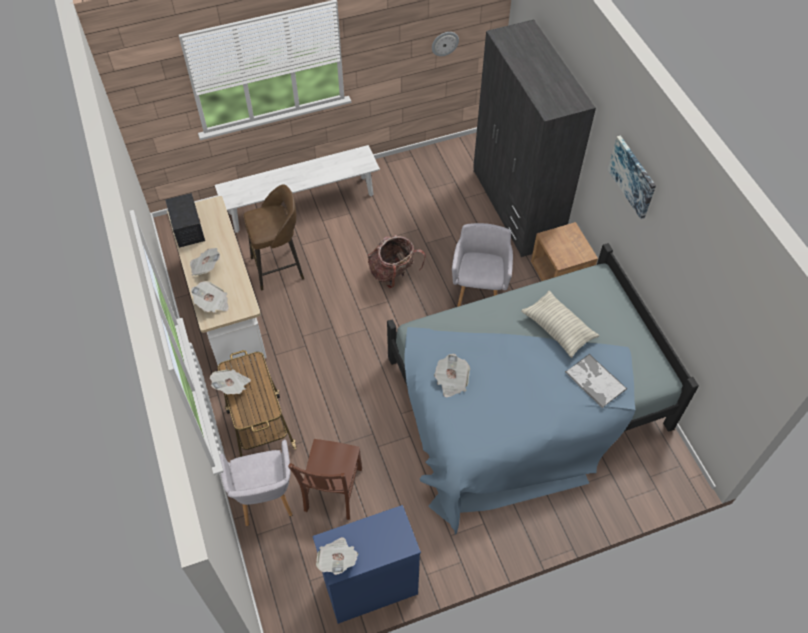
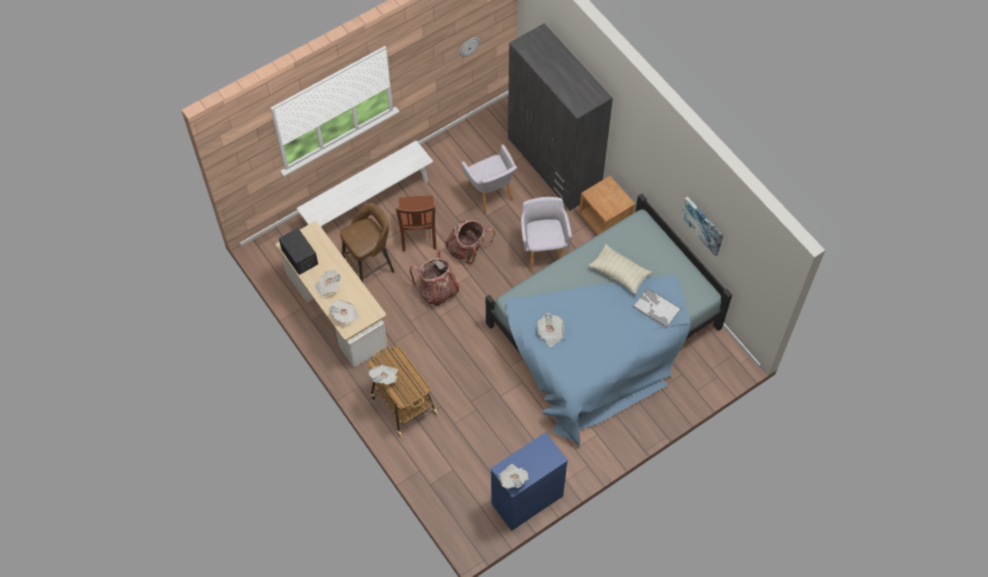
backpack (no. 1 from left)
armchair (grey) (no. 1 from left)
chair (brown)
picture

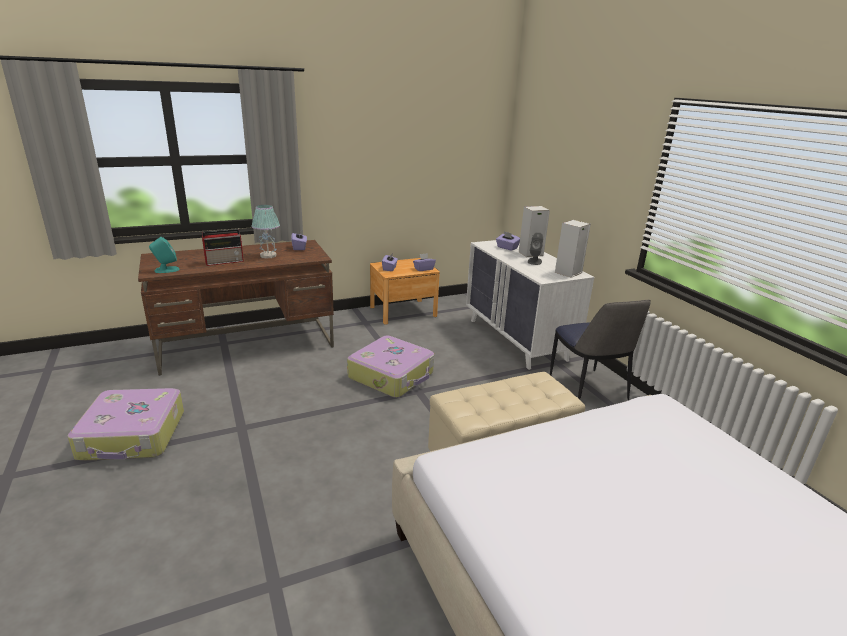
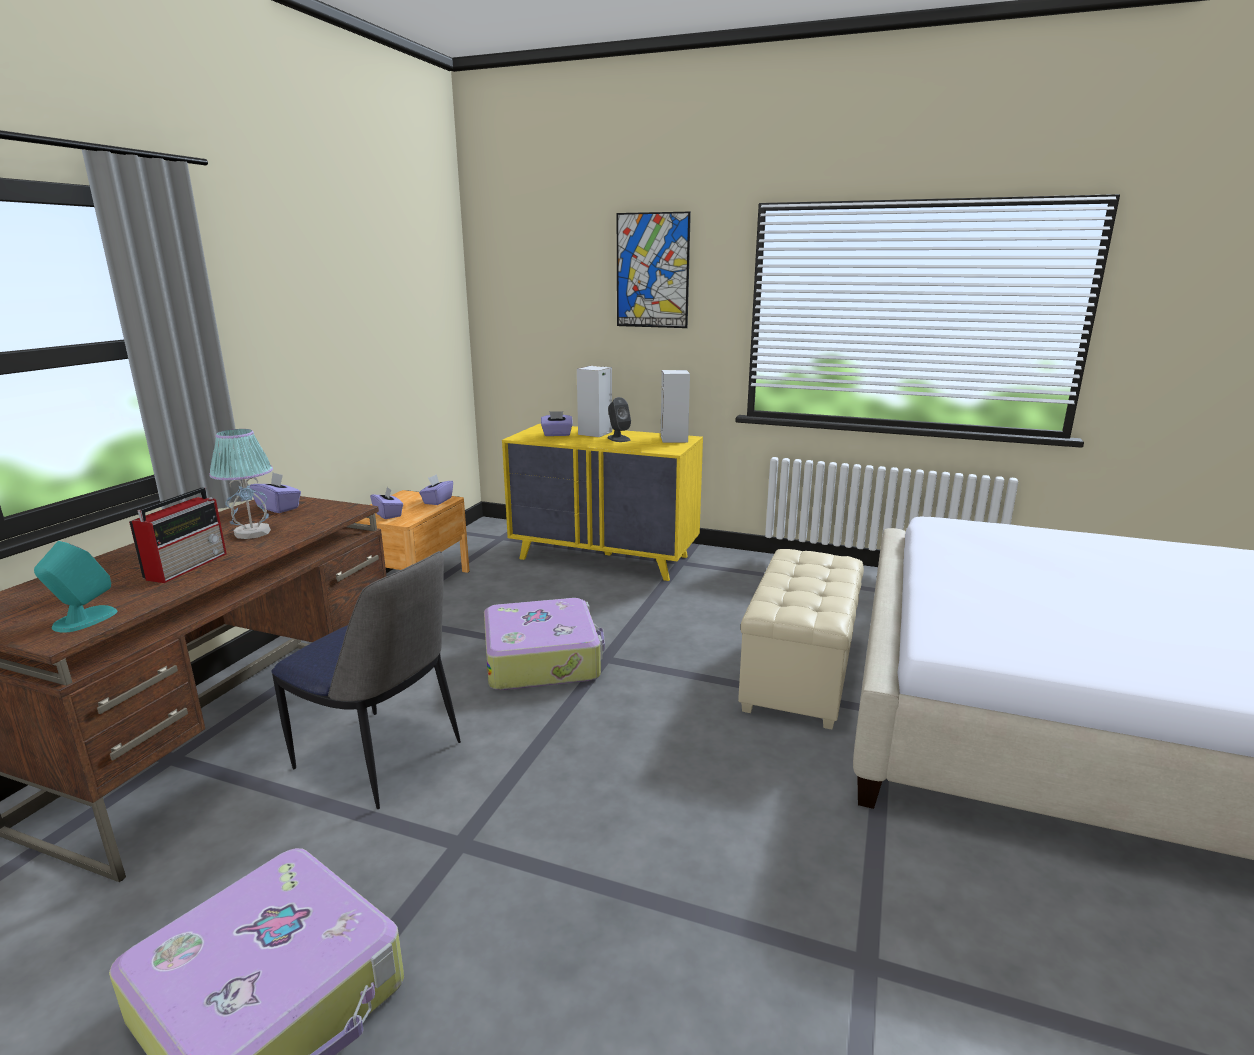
picture
chair
dresser (yellow)

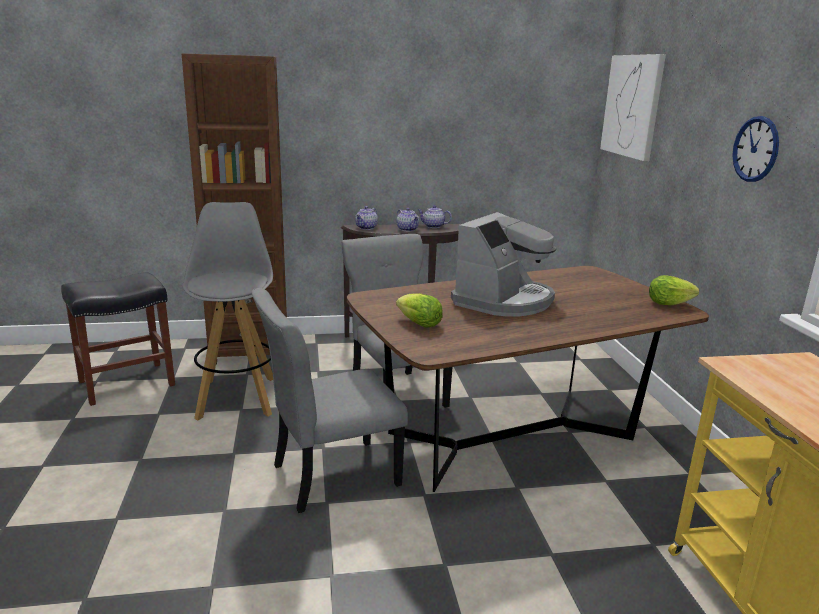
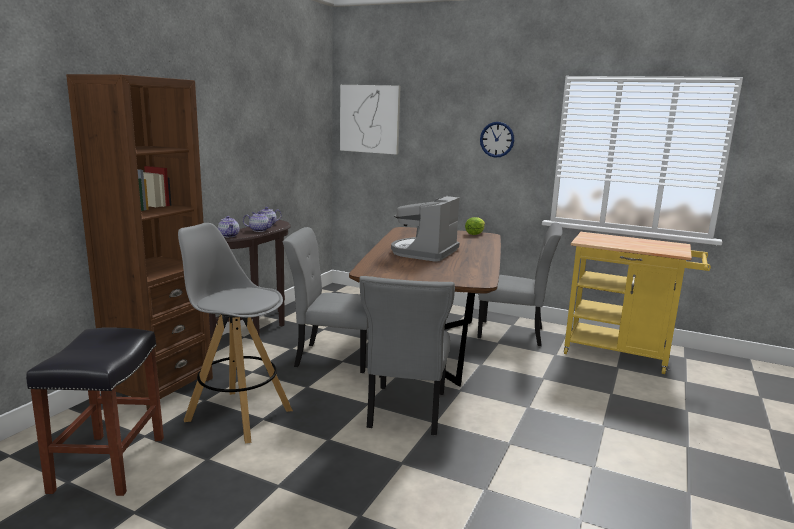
lettuce (no. 1 from left in the first image)
chair (grey) (no. 3 from left)
coffee machine

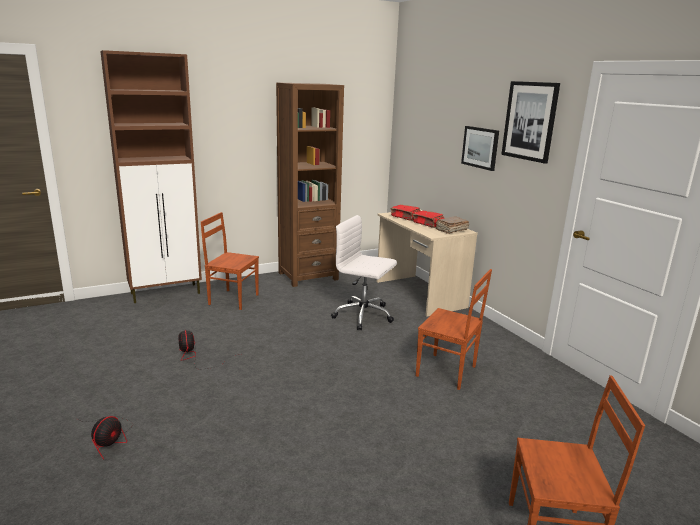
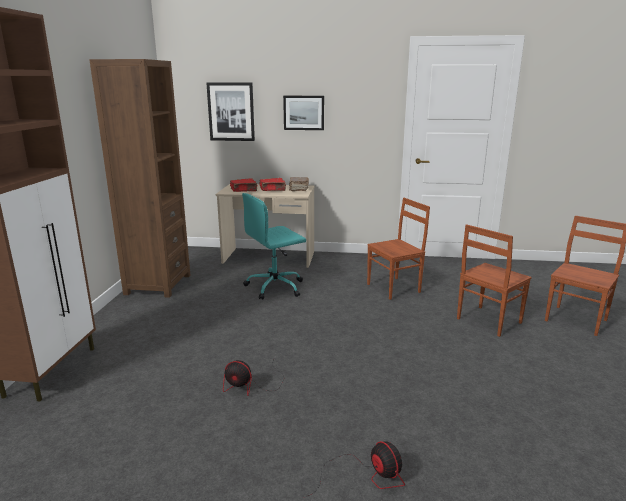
chair (brown) (no. 2 from left)
picture (no. 1 from left)
office chair (turquoise)

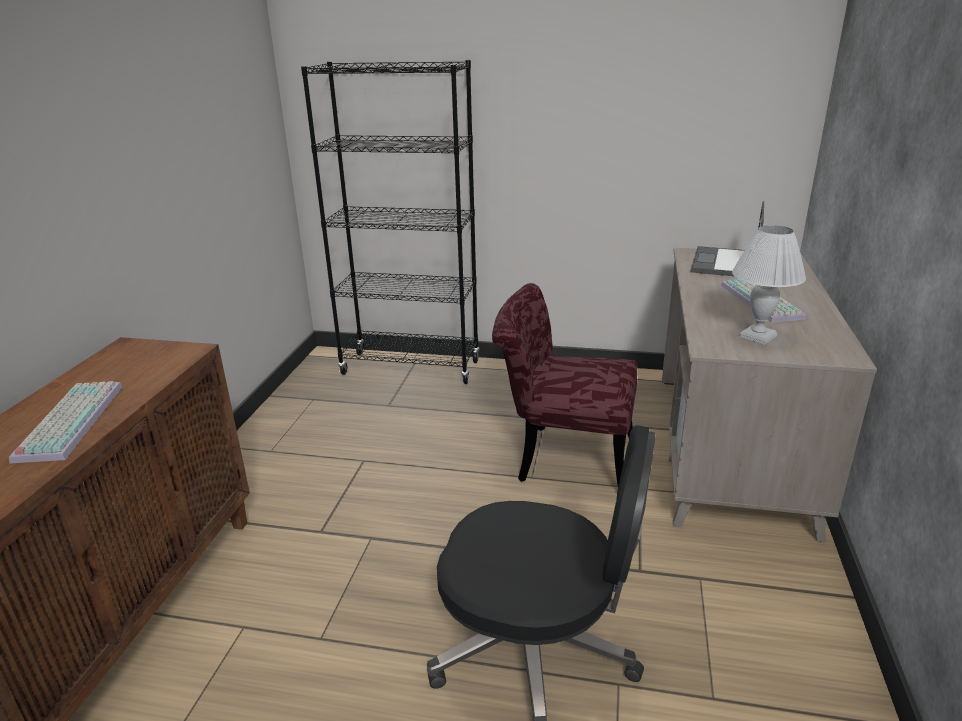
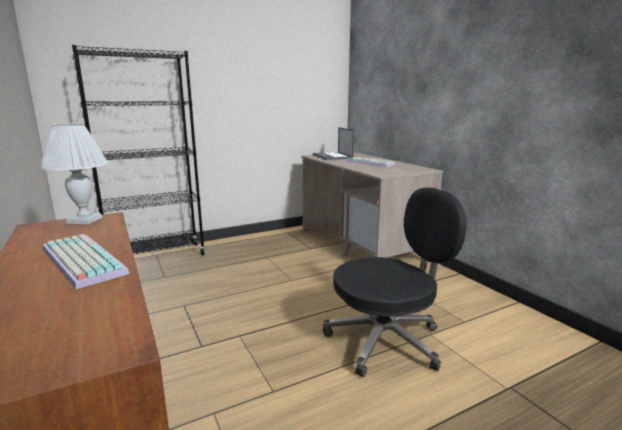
chair (red)
table lamp (white)

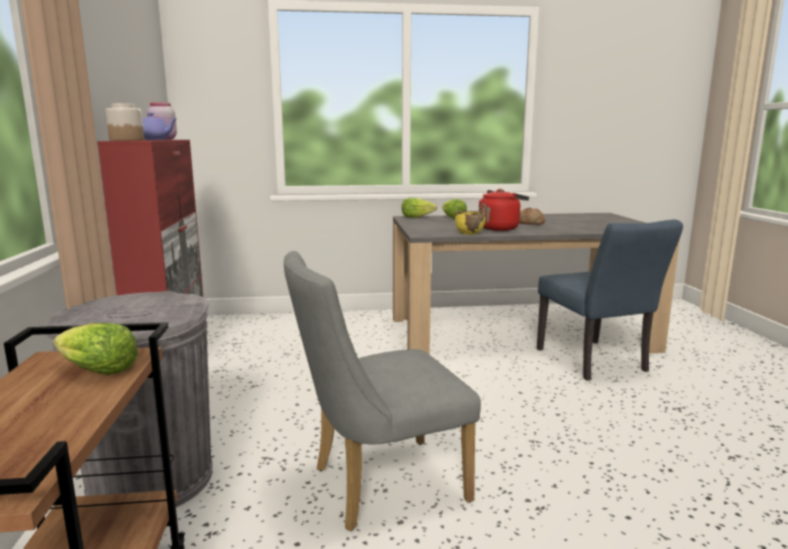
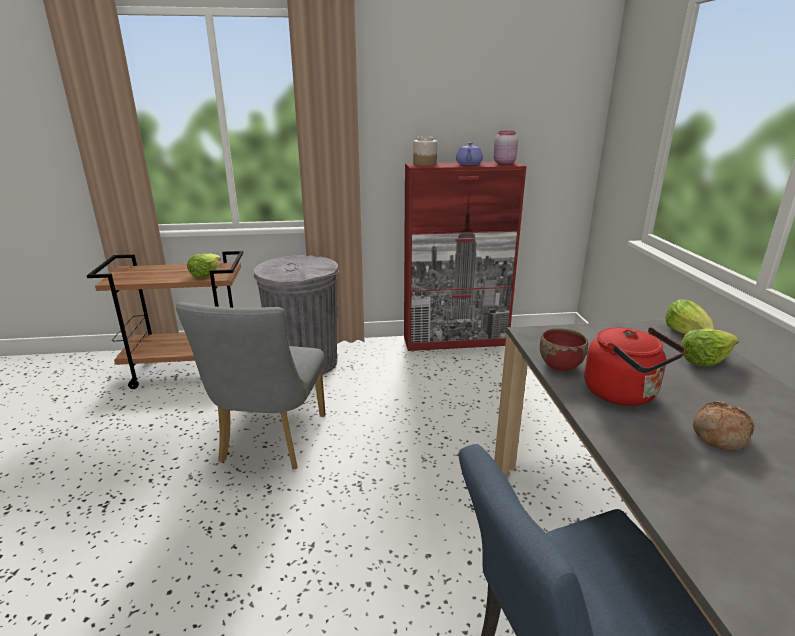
bowl (red)
chair (grey)

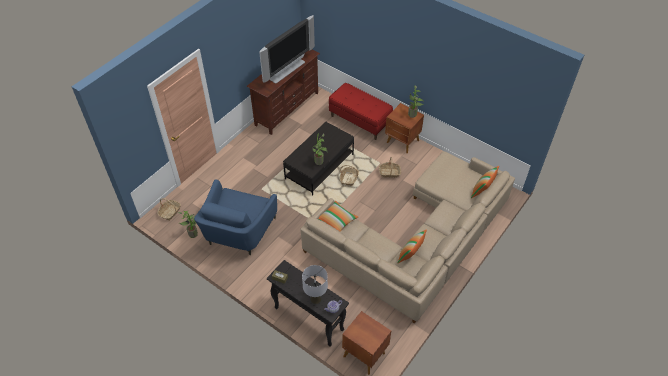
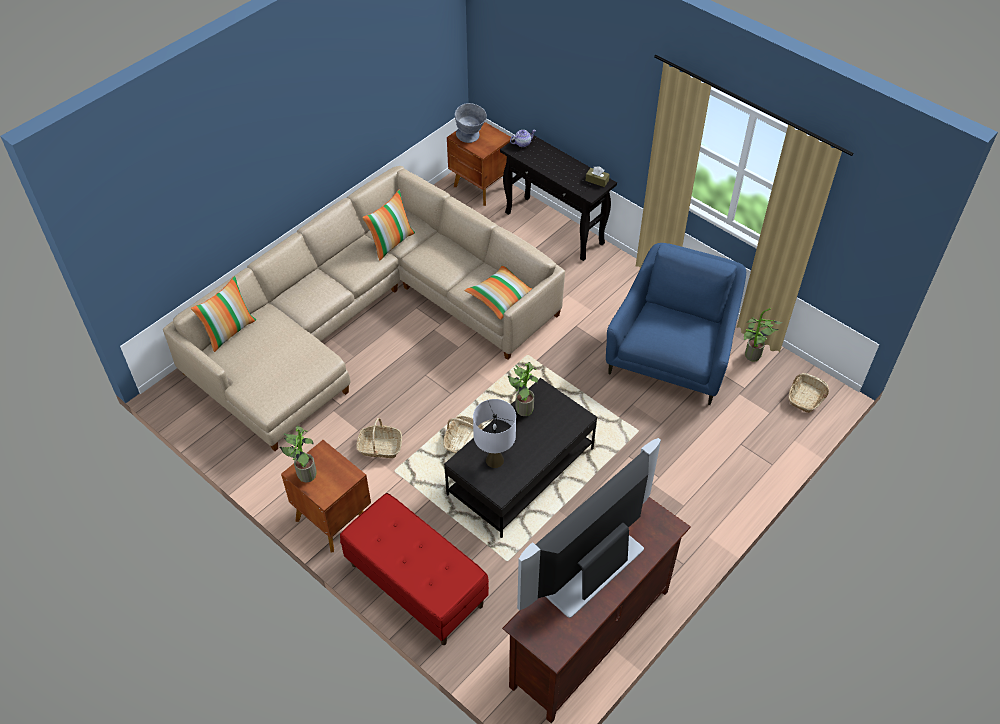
bowl (grey)
table lamp (grey)

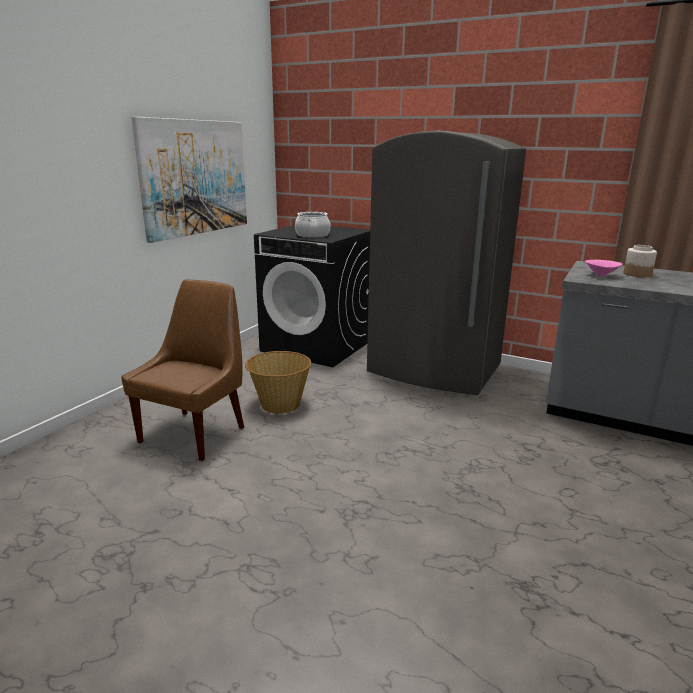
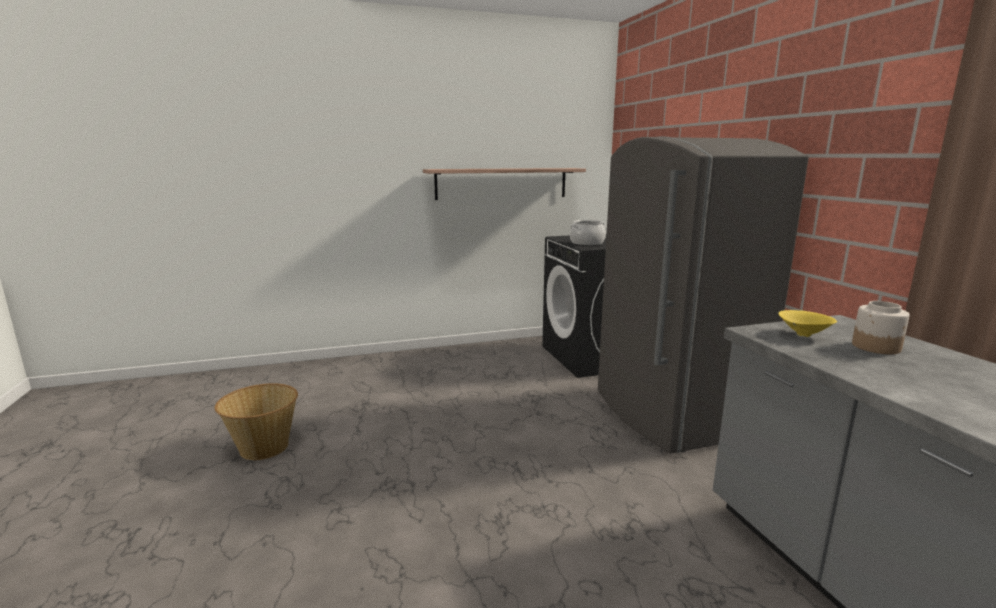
chair (brown)
basket
shelf
bowl (yellow)

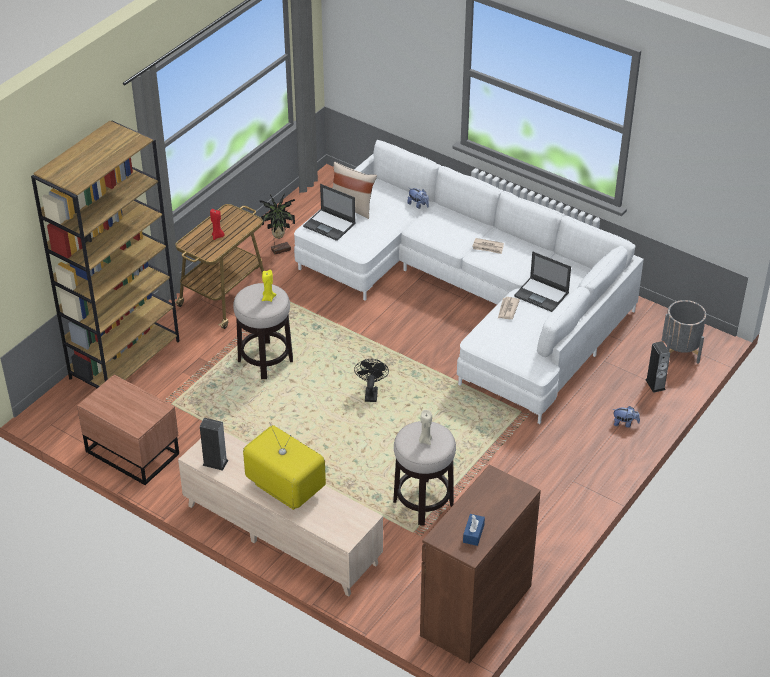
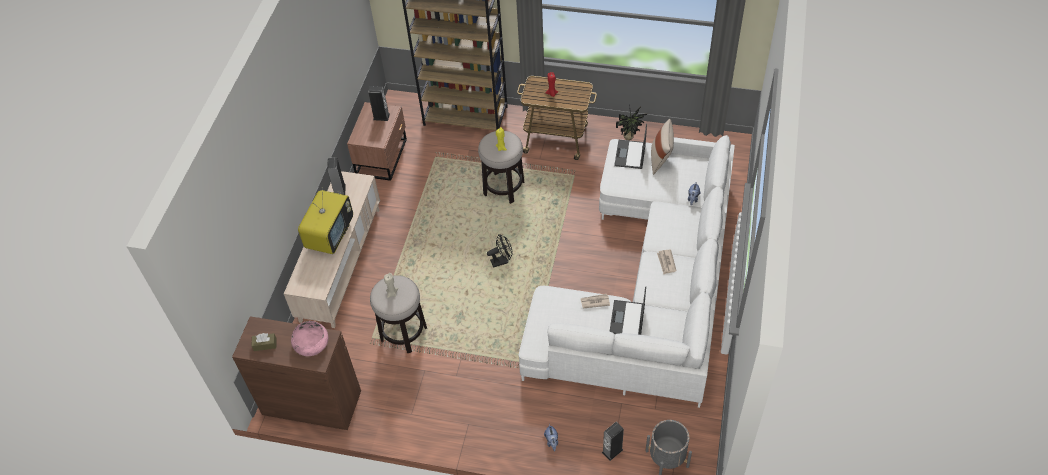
bowl (pink)
speaker (no. 2 from left)
tissue box (brown)

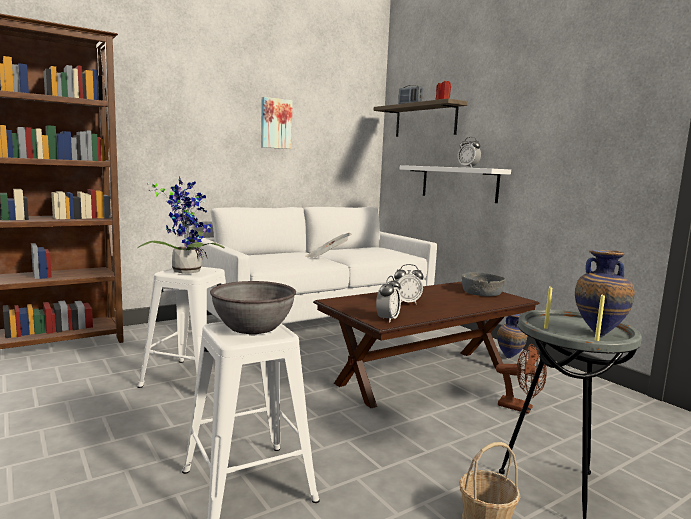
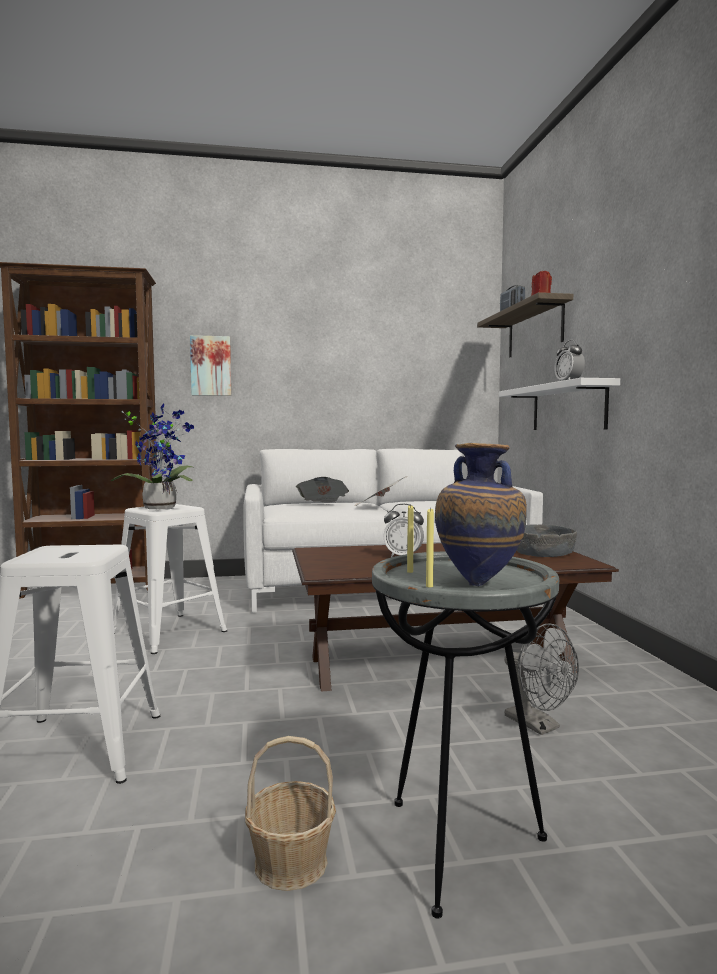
bowl (grey) (no. 1 from left in the first image)
alarm clock (no. 1 from left in the first image)
vase (no. 1 from left in the first image)
newspaper (no. 1 from left)
picture
fan (grey)

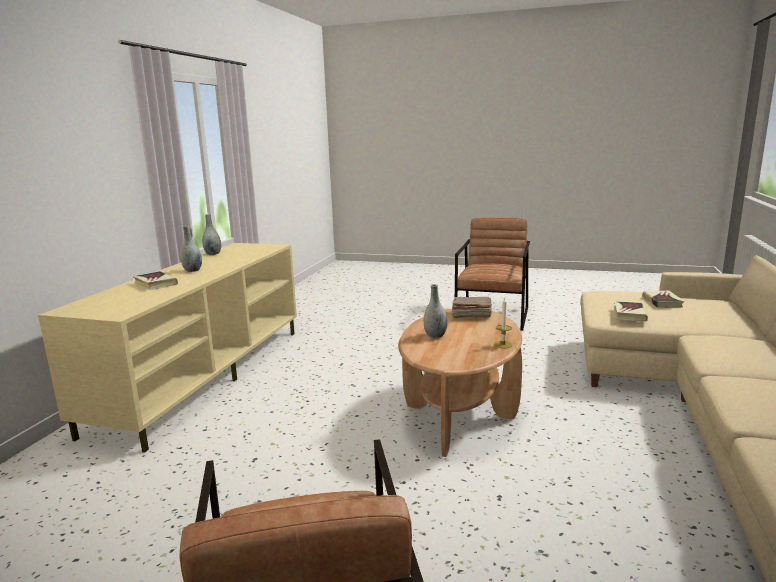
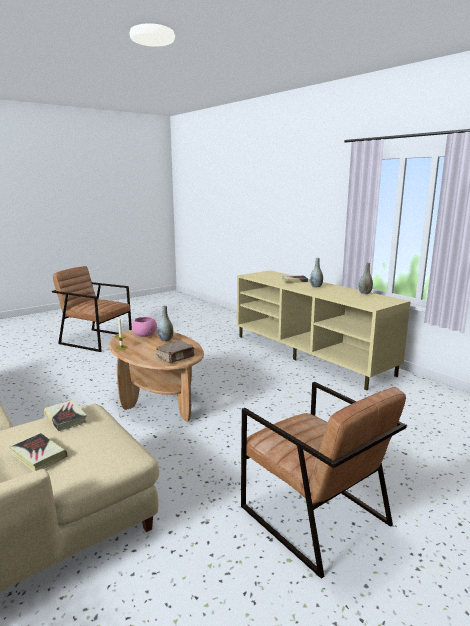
bowl (pink)

